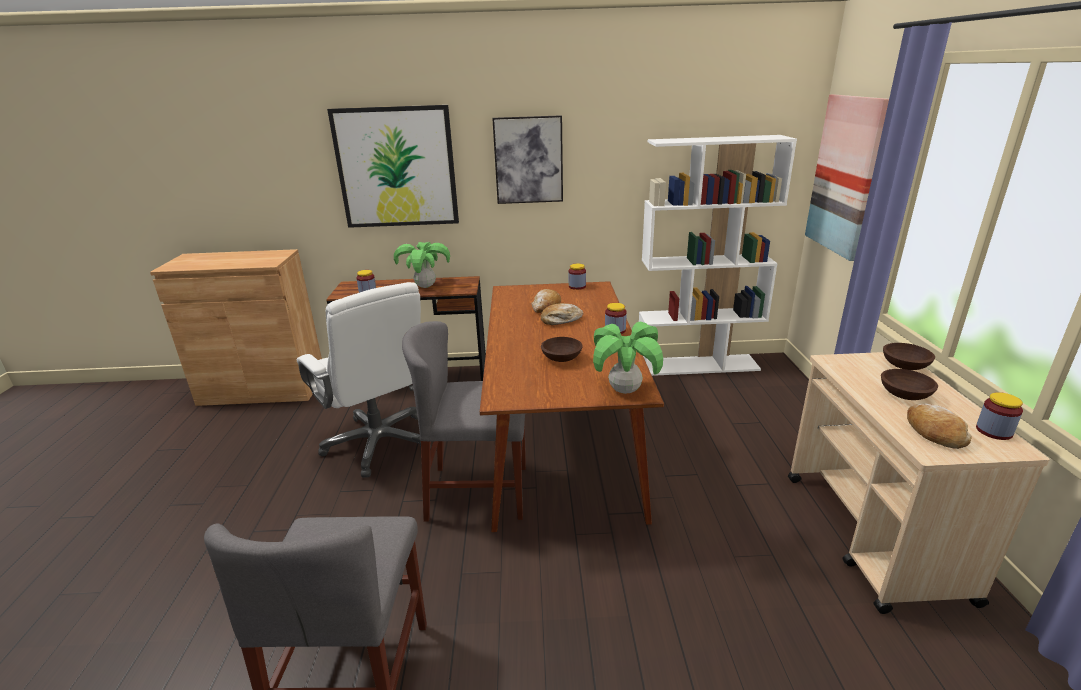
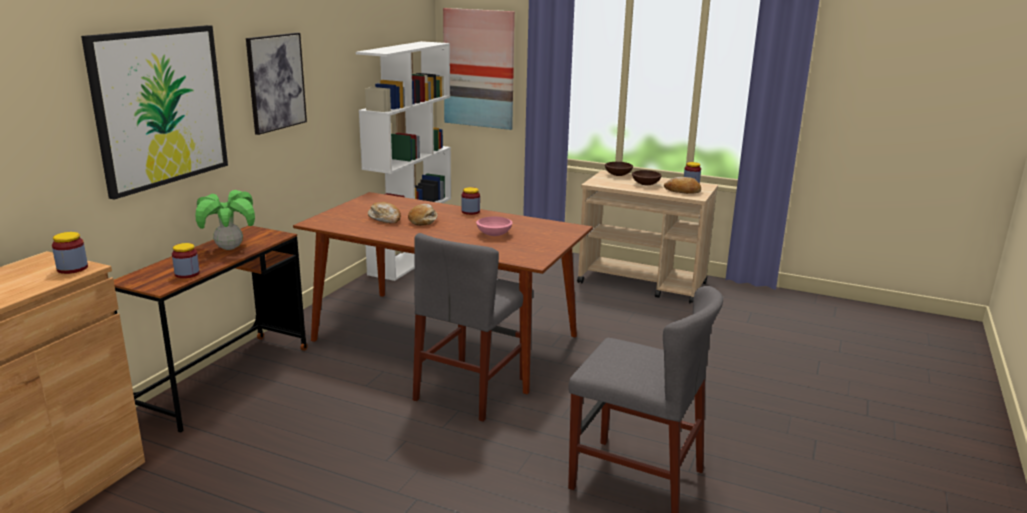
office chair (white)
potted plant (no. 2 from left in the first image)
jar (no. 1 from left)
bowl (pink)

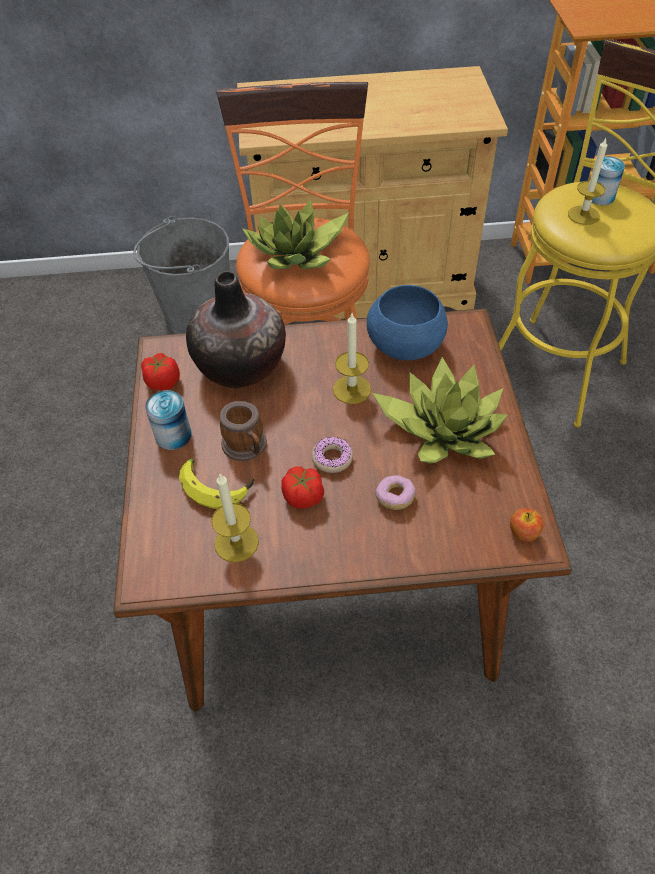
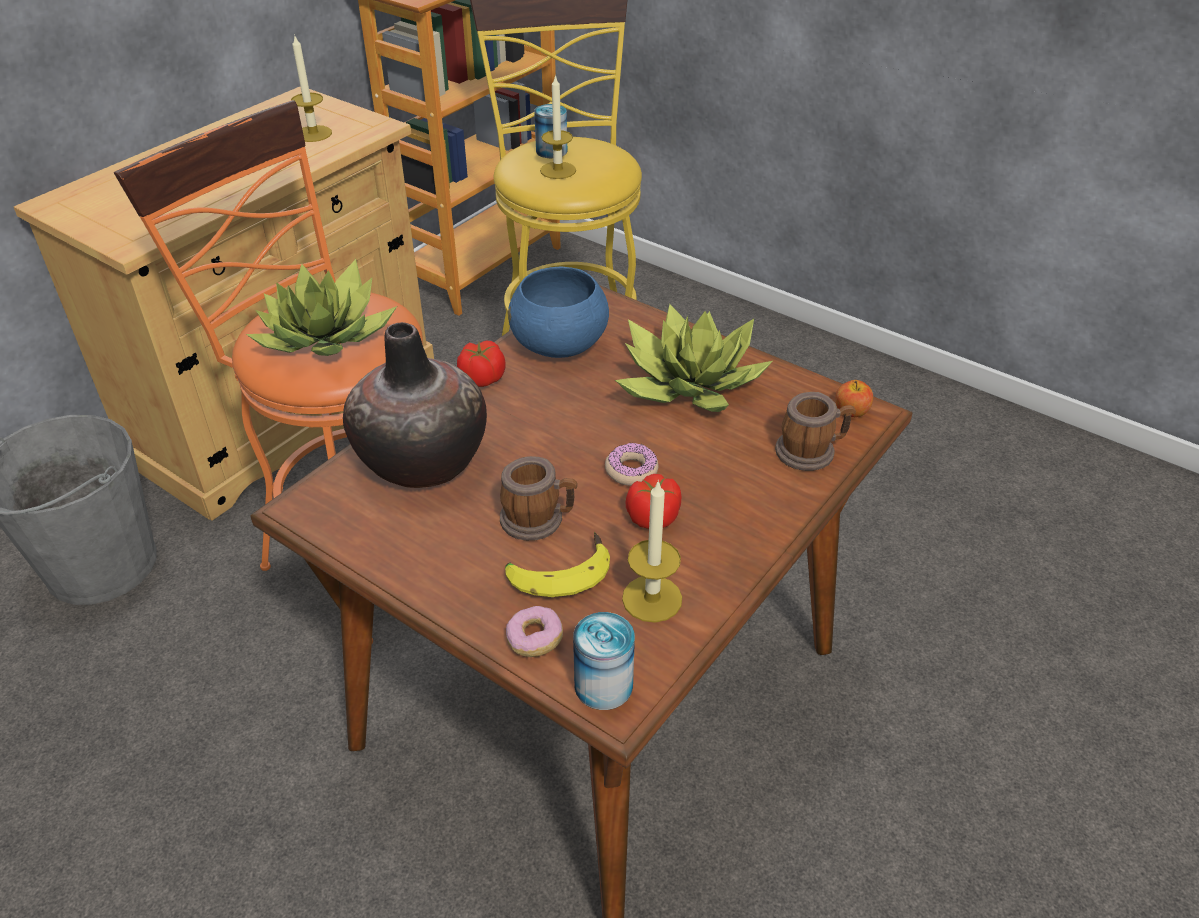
mug (no. 2 from left)
tomato (no. 1 from left)
can (no. 2 from left)
candle (no. 1 from left)
donut (no. 1 from left)

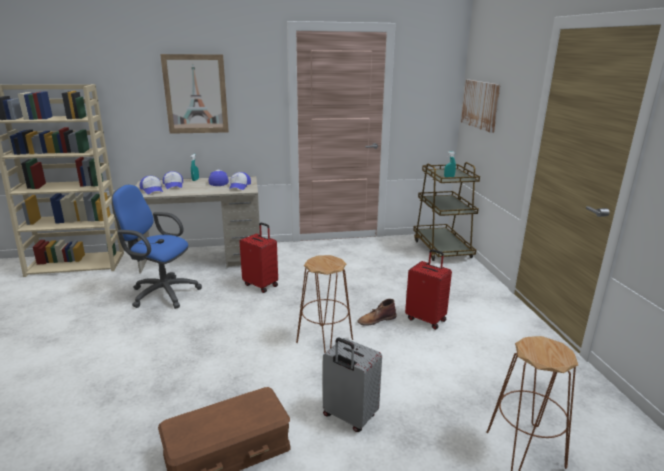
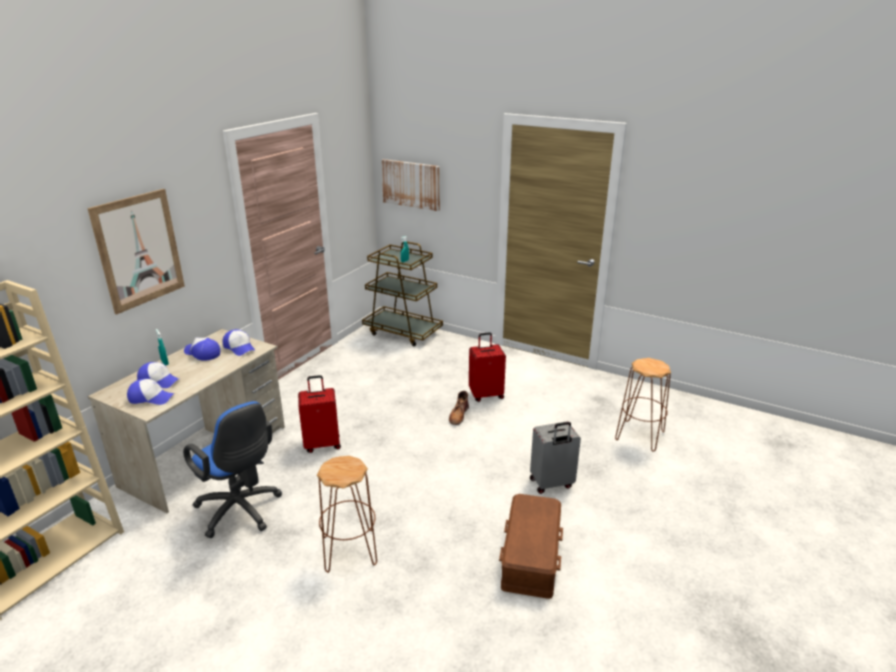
stool (brown) (no. 1 from left)
office chair (blue)

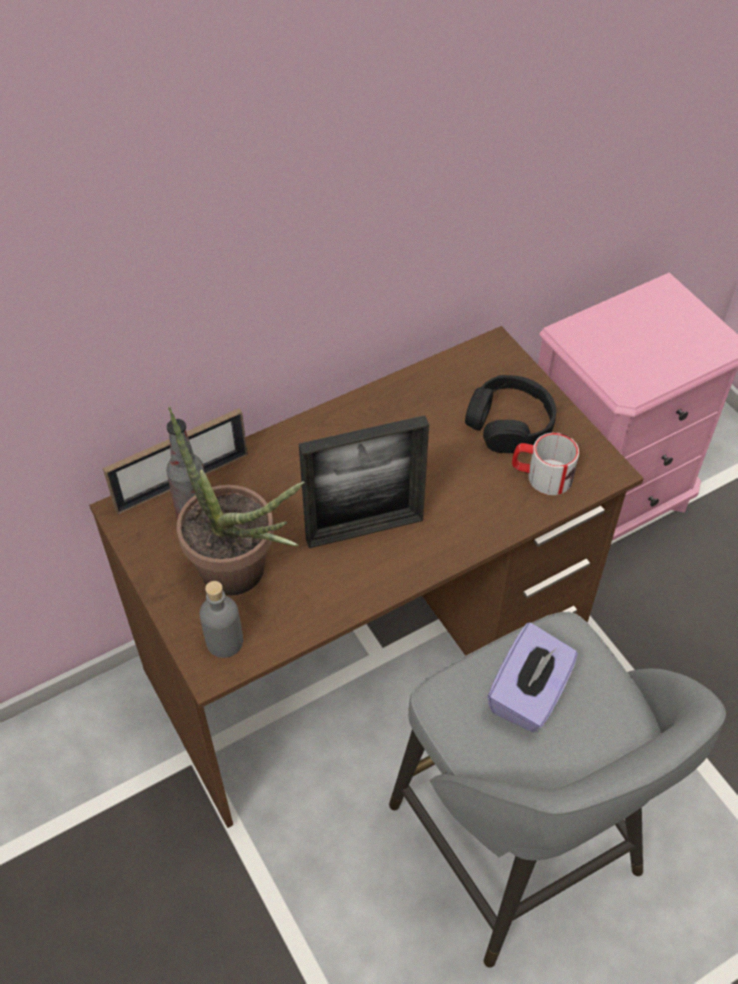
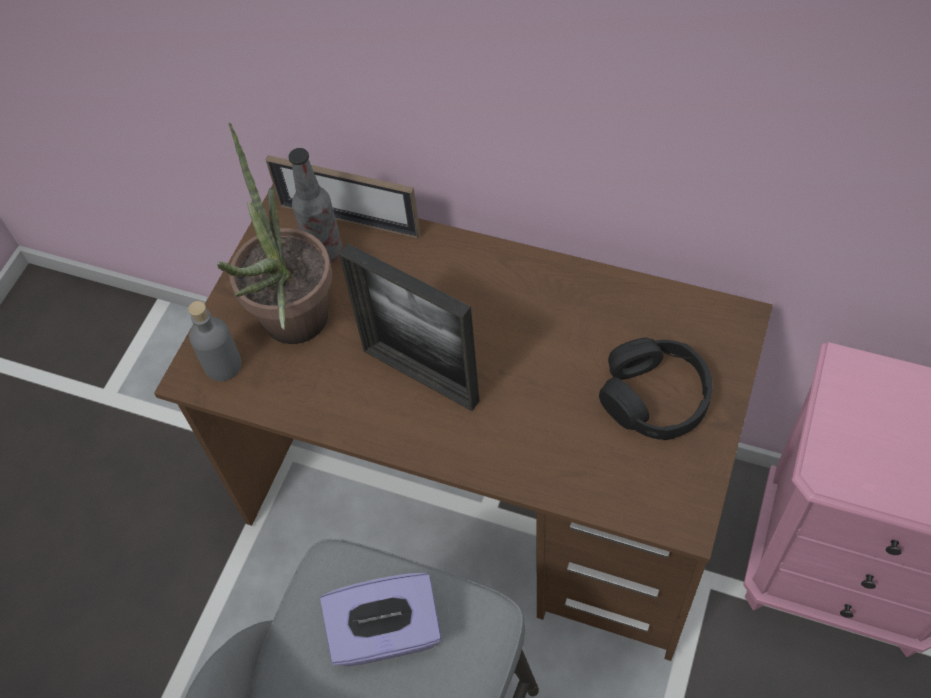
mug

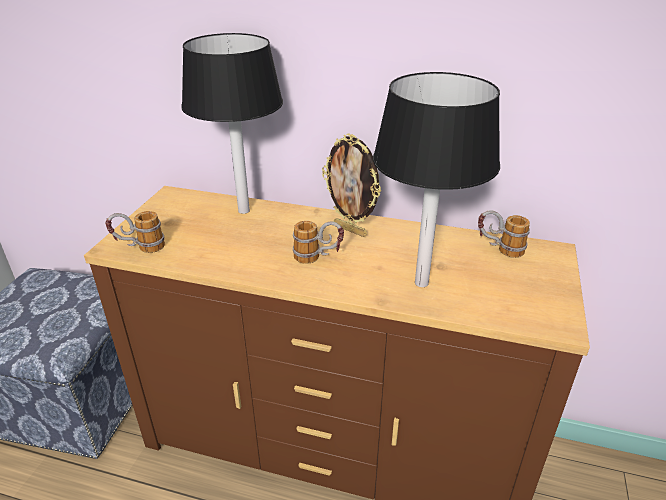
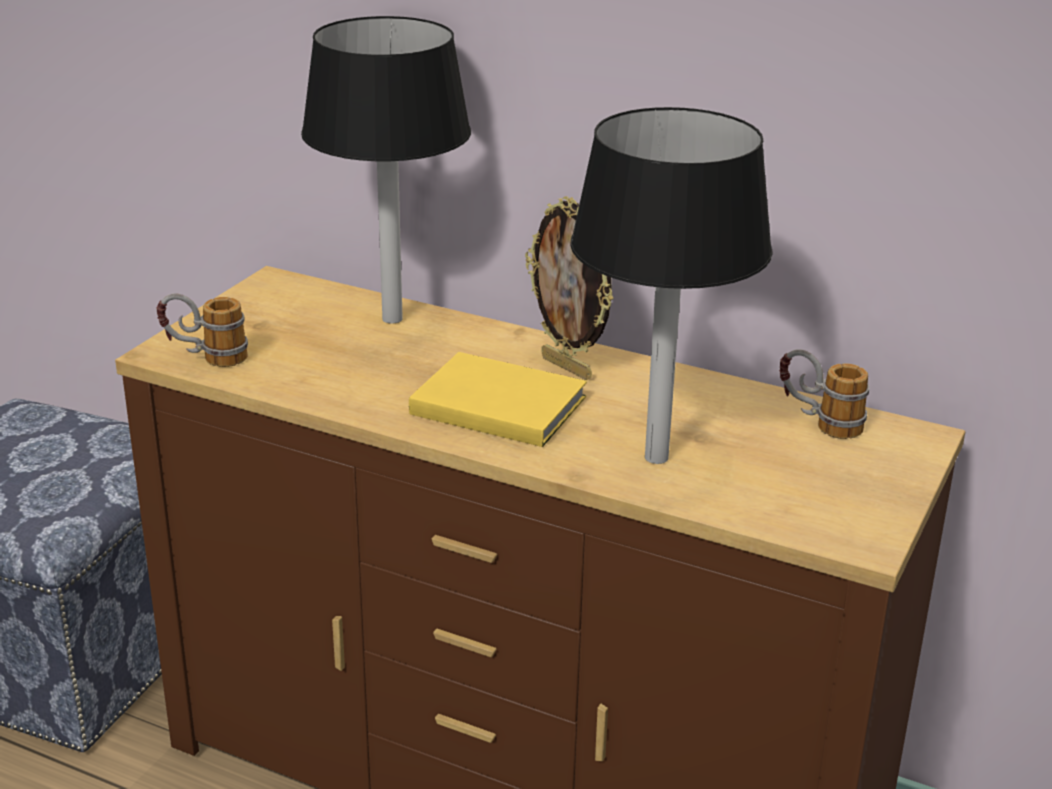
book (yellow)

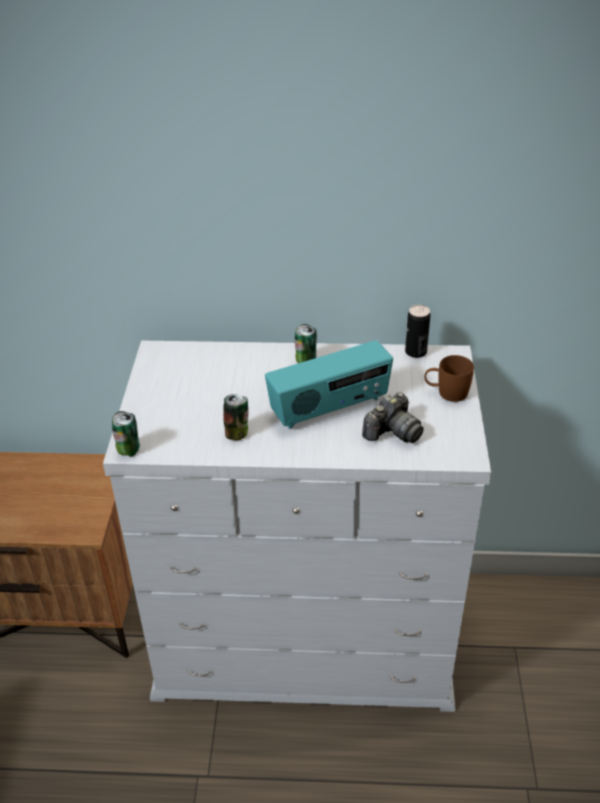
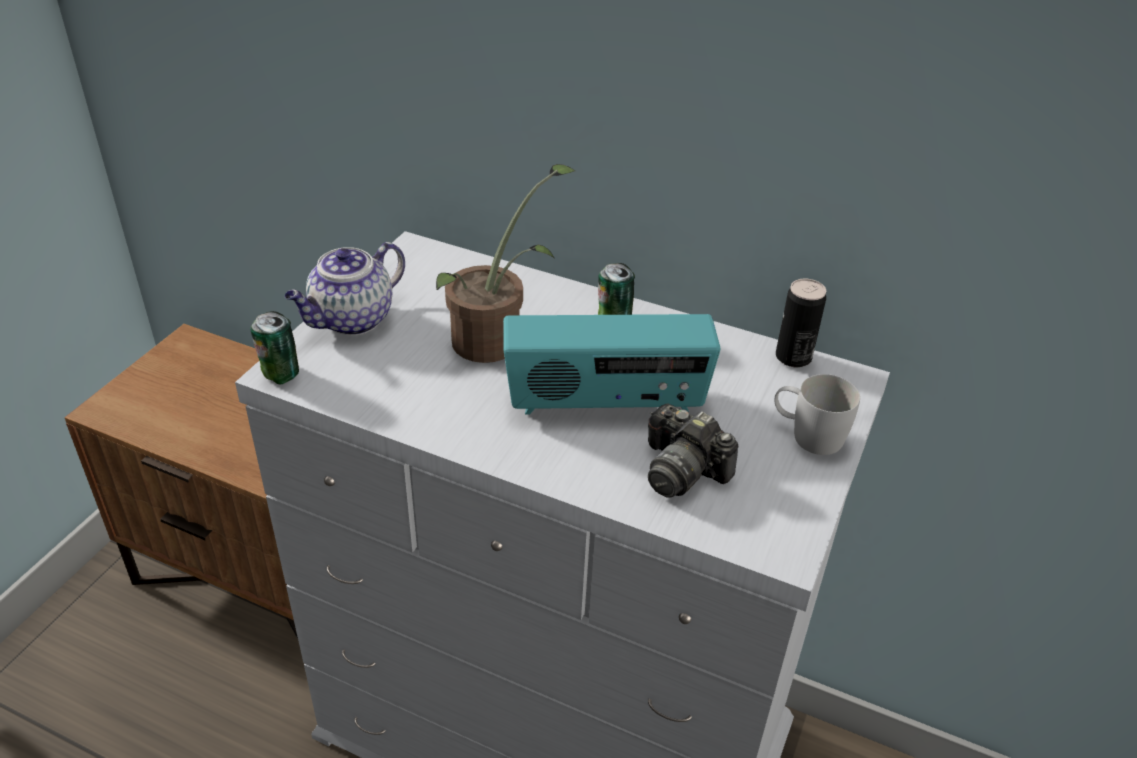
can (no. 2 from left in the first image)
teapot
potted plant
mug (white)
photo camera

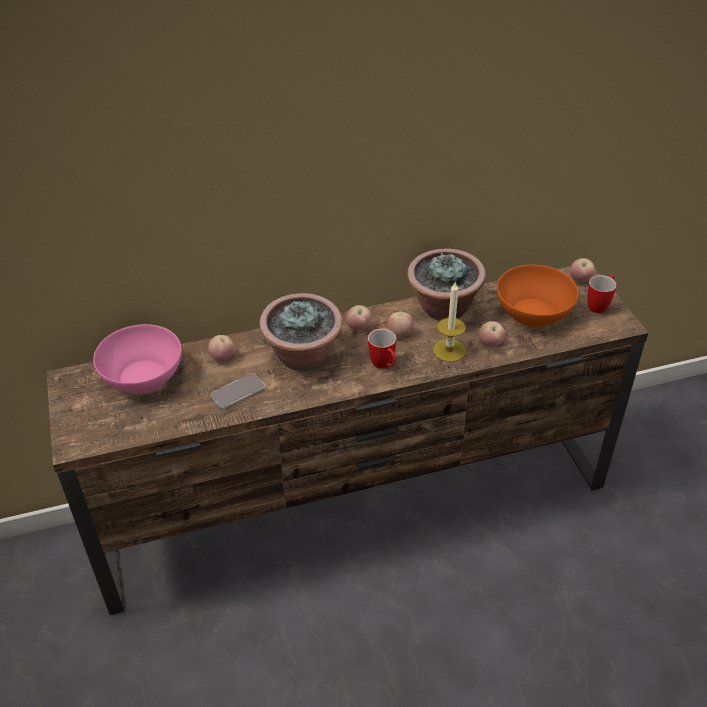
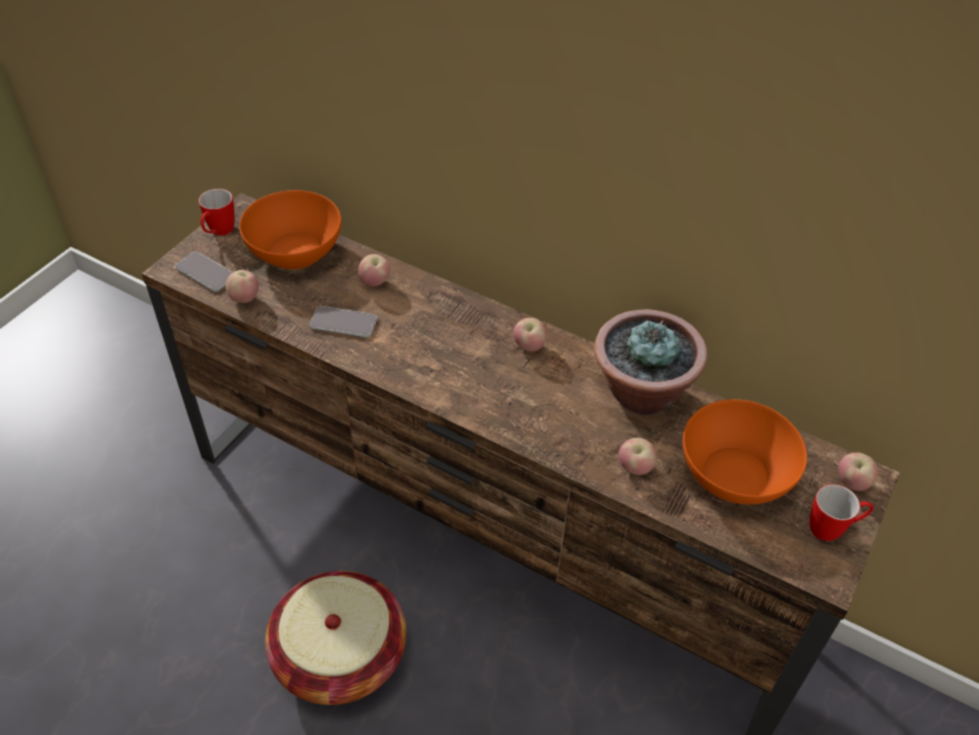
potted plant (no. 1 from left in the first image)
candle
phone (no. 1 from left)
basket
mug (no. 1 from left)
apple (no. 1 from left)
bowl (orange) (no. 1 from left)

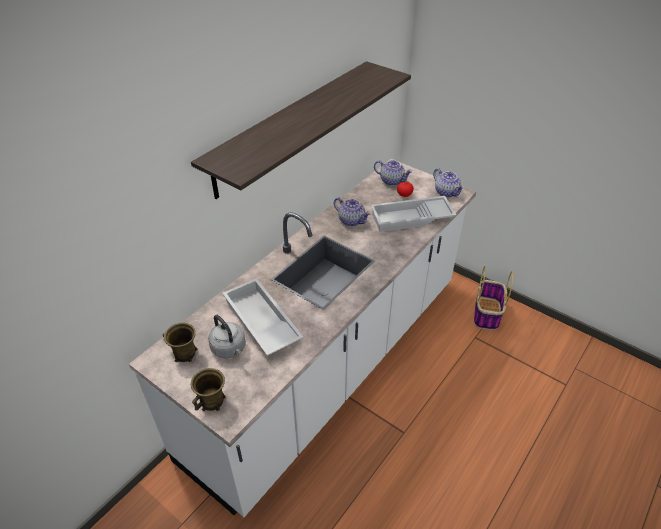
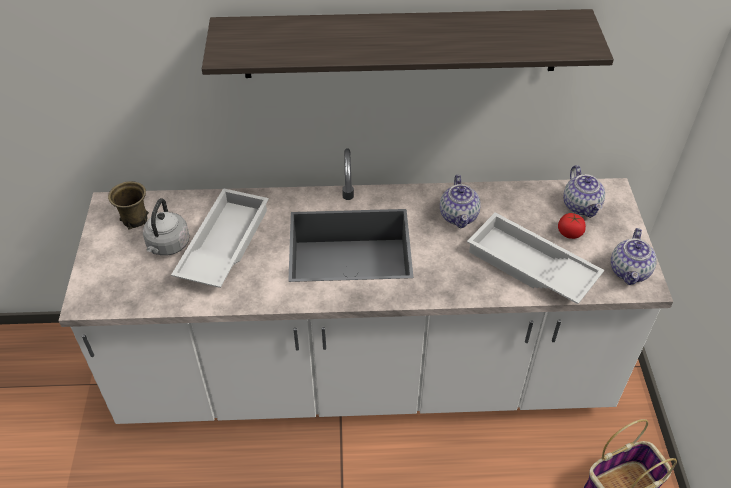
mug (brown) (no. 2 from left in the first image)

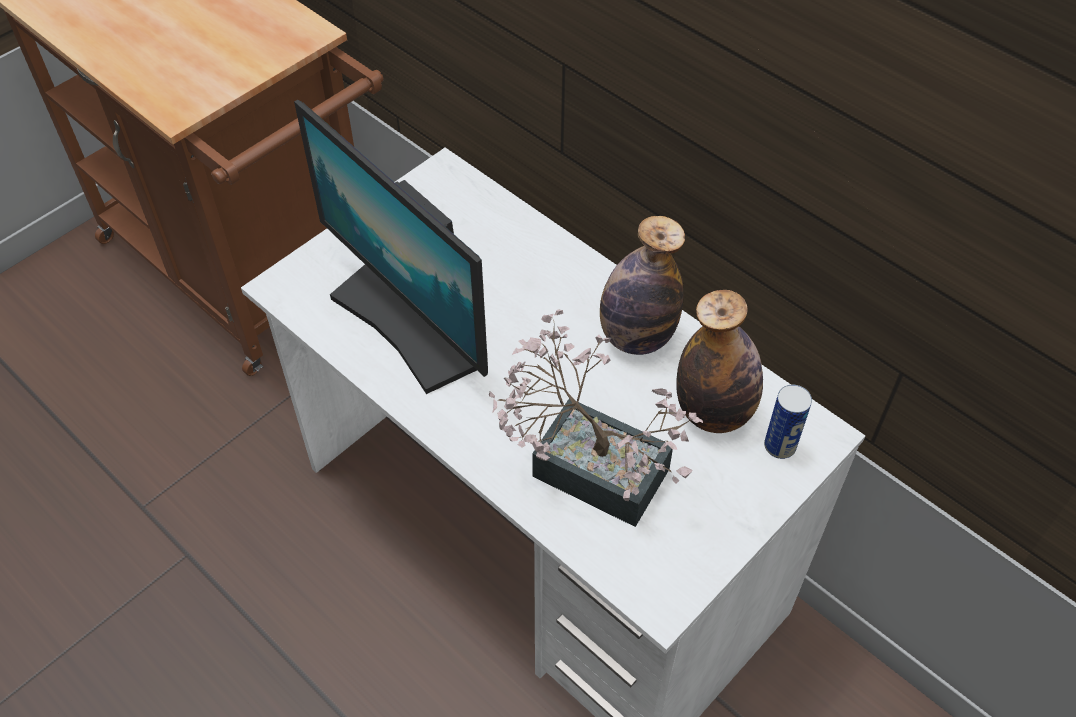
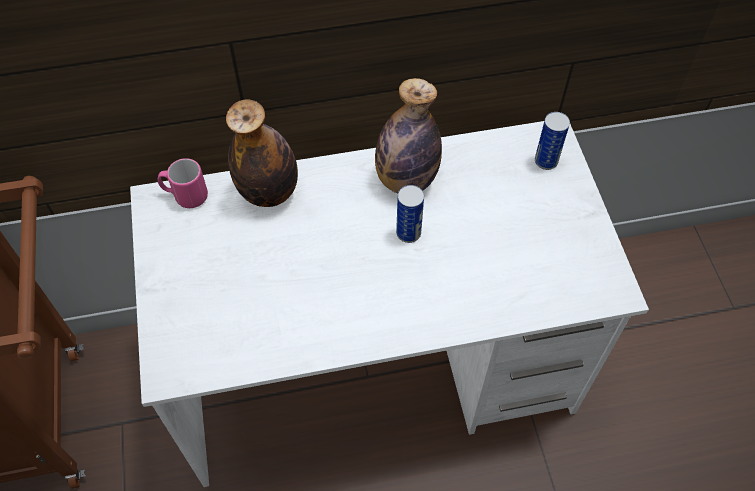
monitor
potted plant
mug (pink)
can (no. 1 from left)
bottle (no. 1 from left)

